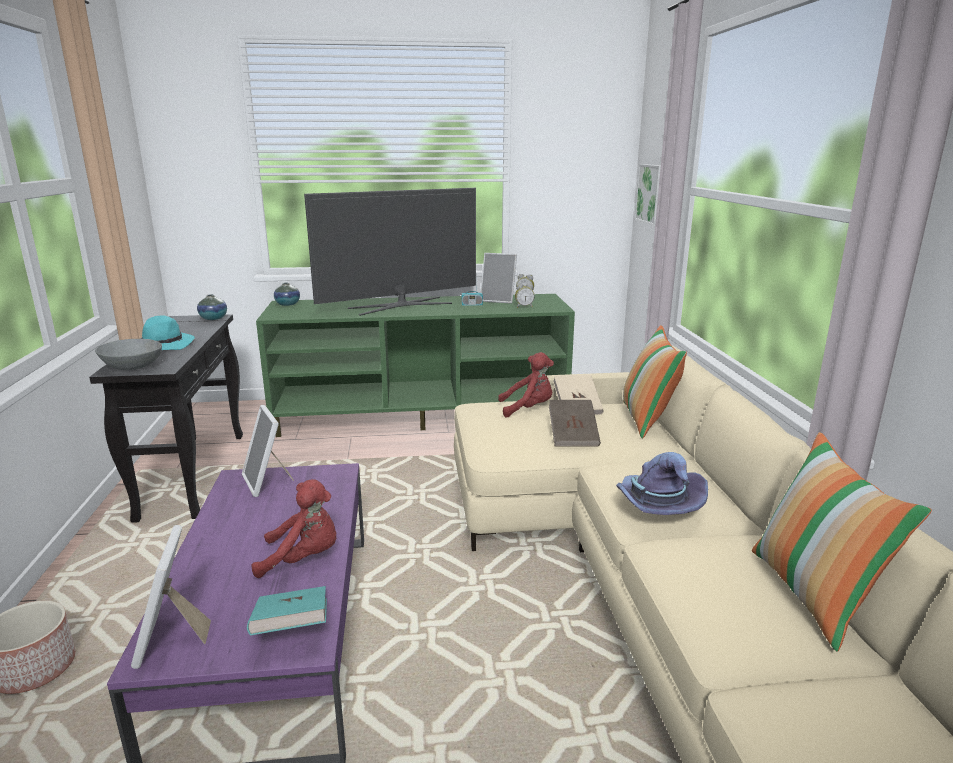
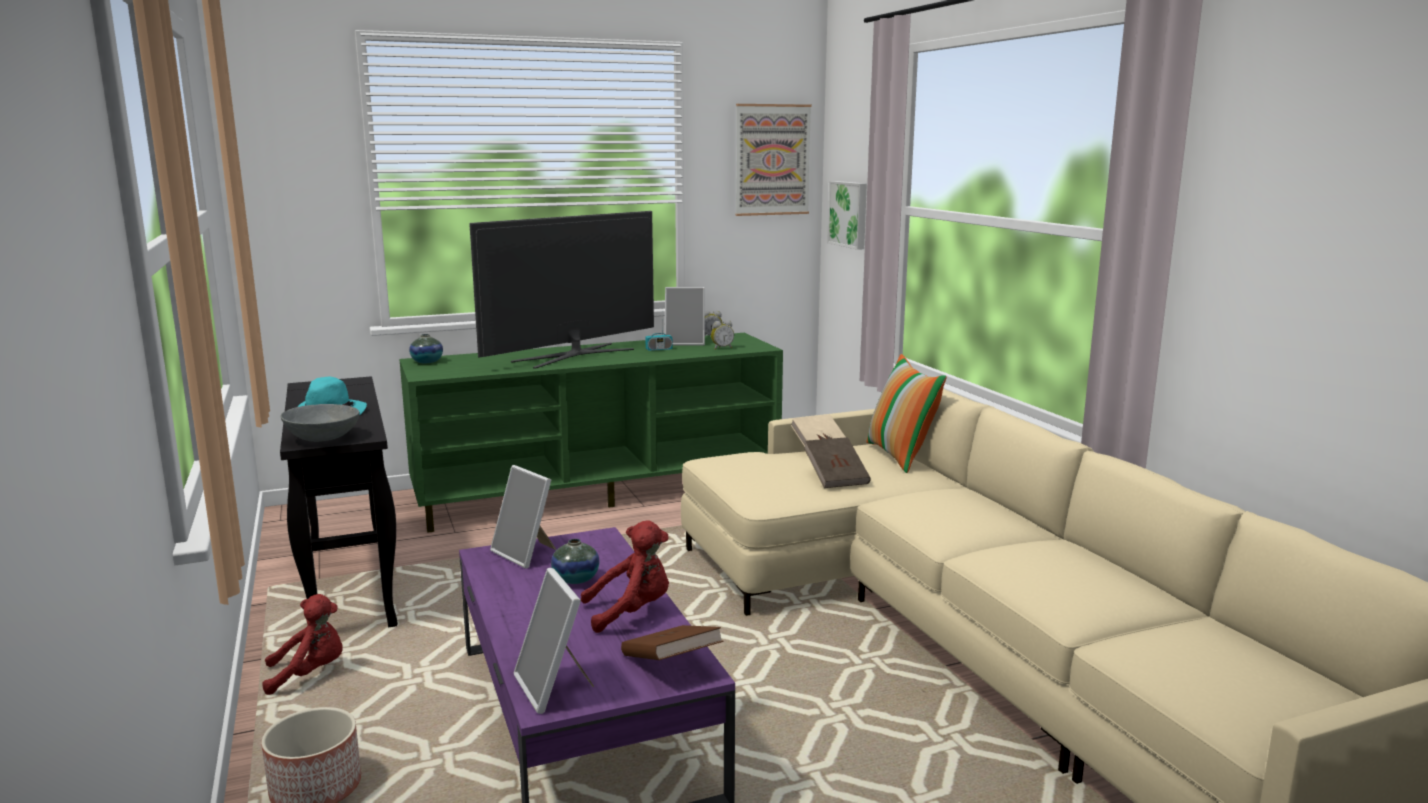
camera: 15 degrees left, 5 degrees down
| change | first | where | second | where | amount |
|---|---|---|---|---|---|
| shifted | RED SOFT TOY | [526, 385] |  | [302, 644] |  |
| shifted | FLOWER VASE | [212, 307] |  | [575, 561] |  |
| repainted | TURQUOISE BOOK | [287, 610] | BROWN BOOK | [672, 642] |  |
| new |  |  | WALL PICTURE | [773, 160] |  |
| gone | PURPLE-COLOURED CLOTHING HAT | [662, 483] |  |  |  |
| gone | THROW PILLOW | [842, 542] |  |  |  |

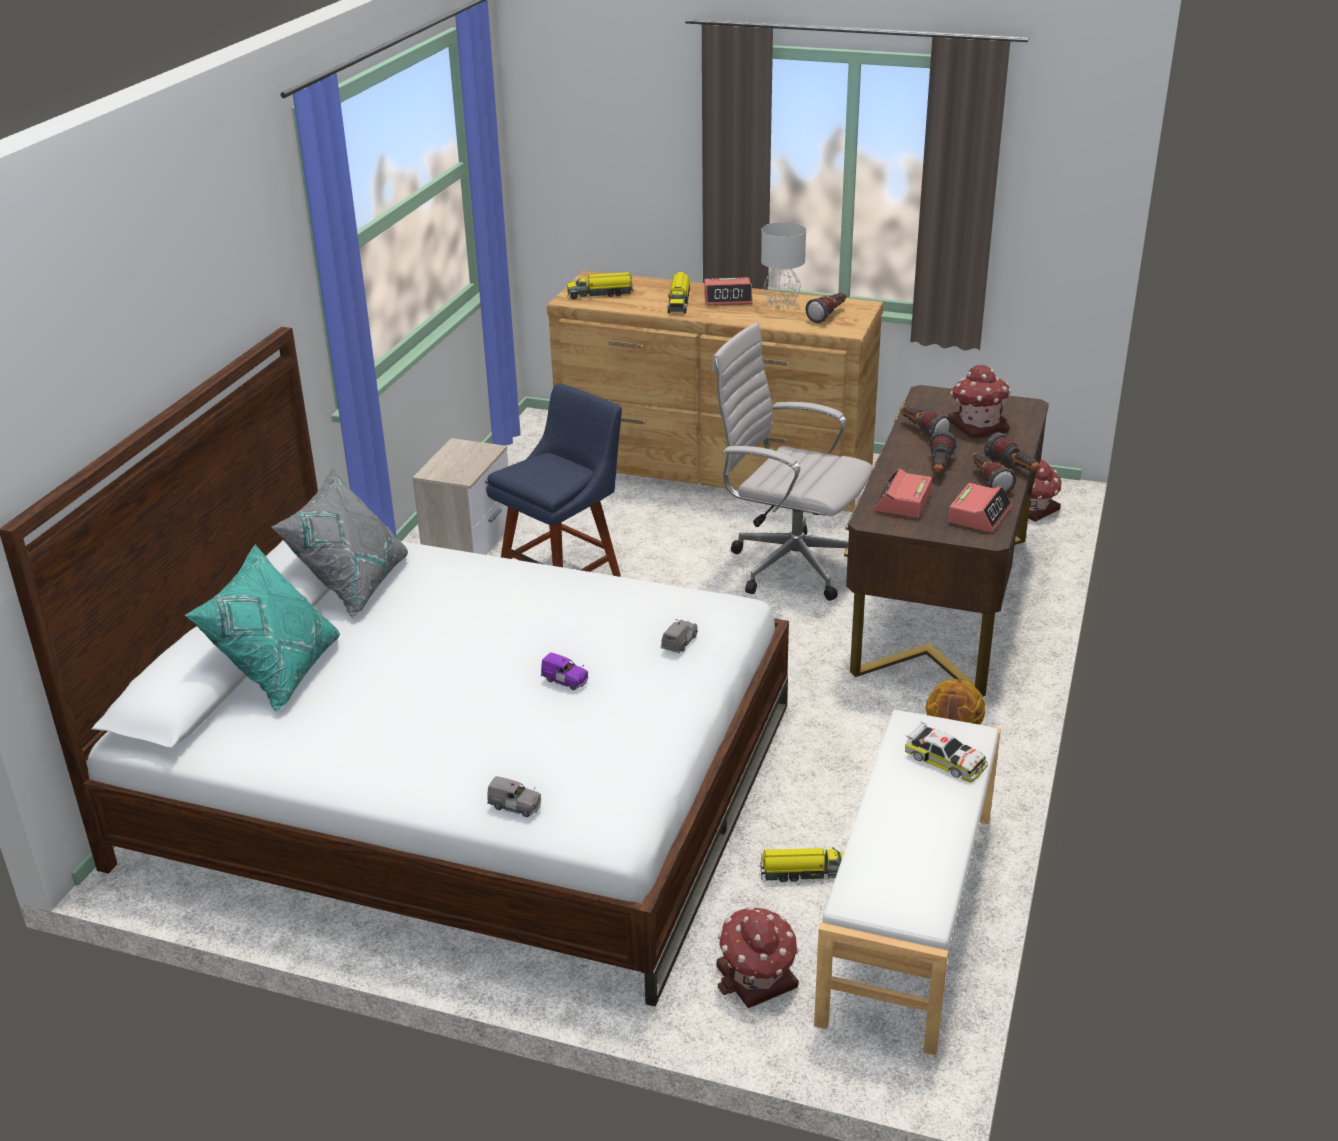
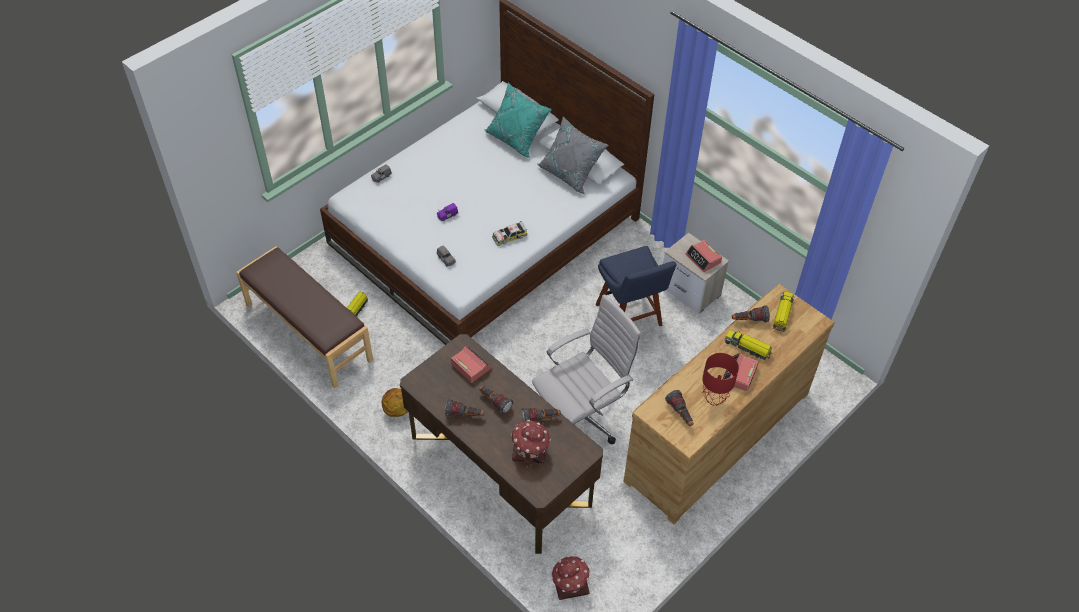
camera: 115 degrees right, 20 degrees up
| change | first | where | second | where | amount |
|---|---|---|---|---|---|
| repainted | WHITISH INDOOR BENCH | [907, 882] | BROWN INDOOR BENCH | [304, 317] |  |
| shifted | TOY CAR | [946, 752] |  | [509, 233] |  |
| shifted | ALARM CLOCK | [980, 508] |  | [704, 256] |  |
| repainted | GREY TABLE LAMP | [783, 265] | RED TABLE LAMP | [720, 379] |  |
| shifted | FLASHLIGHT | [1012, 451] |  | [751, 314] |  |
| gone | MINIATURE HOUSE | [757, 957] |  |  |  |

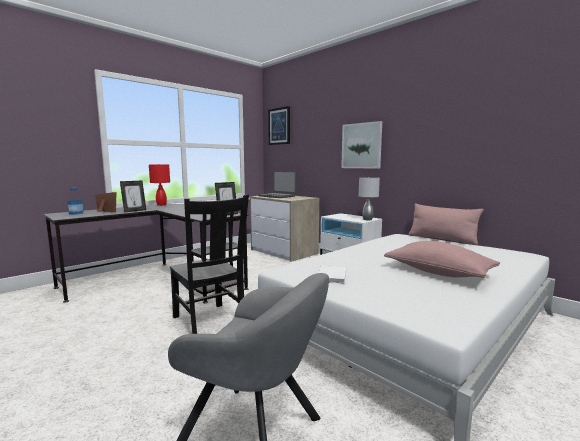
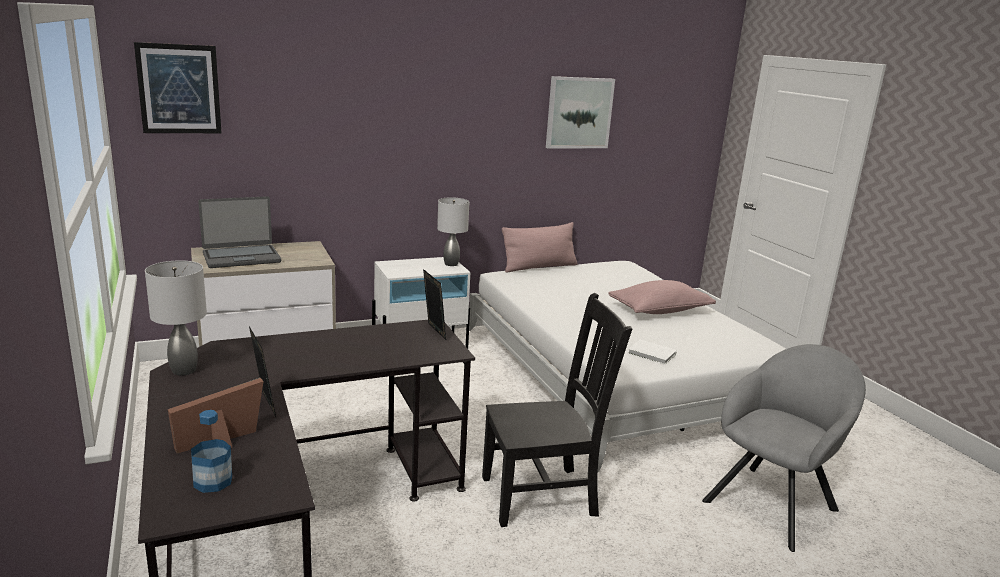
camera: 70 degrees left, 10 degrees up
| change | first | where | second | where | amount |
|---|---|---|---|---|---|
| repainted | RED TABLE LAMP | [159, 185] | GREY TABLE LAMP | [176, 318] |  |
| shifted | WALL PICTURE | [361, 145] |  | [580, 112] |  |

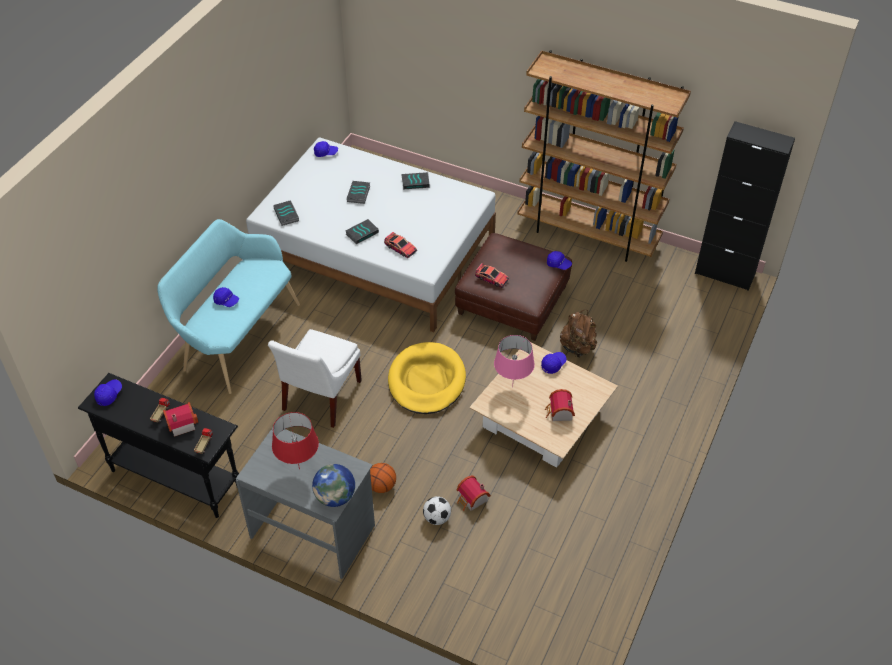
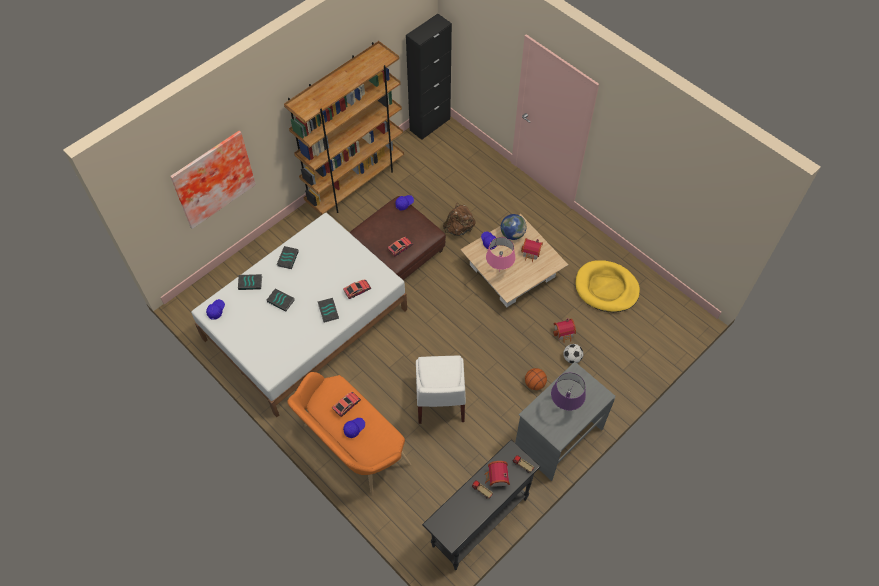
camera: 70 degrees left, 10 degrees up
| change | first | where | second | where | amount |
|---|---|---|---|---|---|
| new |  |  | WALL PICTURE | [213, 180] |  |
| shifted | BOOK | [286, 213] |  | [250, 282] |  |
| repainted | TURQUOISE INDOOR BENCH | [228, 306] | ORANGE INDOOR BENCH | [349, 433] |  |
| new |  |  | TOY CAR | [346, 404] |  |
| rotated | WHITISH UPRIGHT CHAIR | [315, 378] |  | [441, 390] | 45 degrees clockwise |
| shifted | GLOBE | [333, 485] |  | [513, 227] |  |
| repainted | RED TABLE LAMP | [295, 440] | PURPLE-COLOURED TABLE LAMP | [568, 392] |  |
| shifted | YELLOWISH DOG CUSHION | [427, 378] |  | [607, 286] |  |
| gone | BLUE PEAKED CAP | [108, 392] |  |  |  |

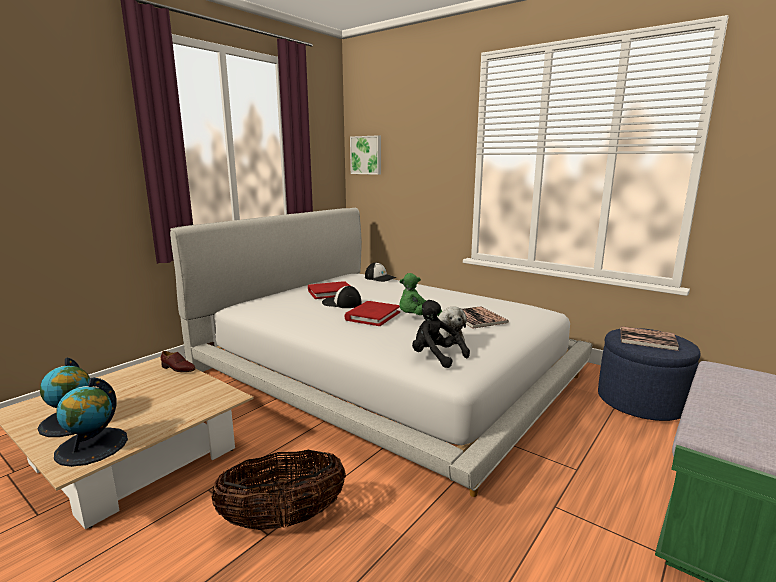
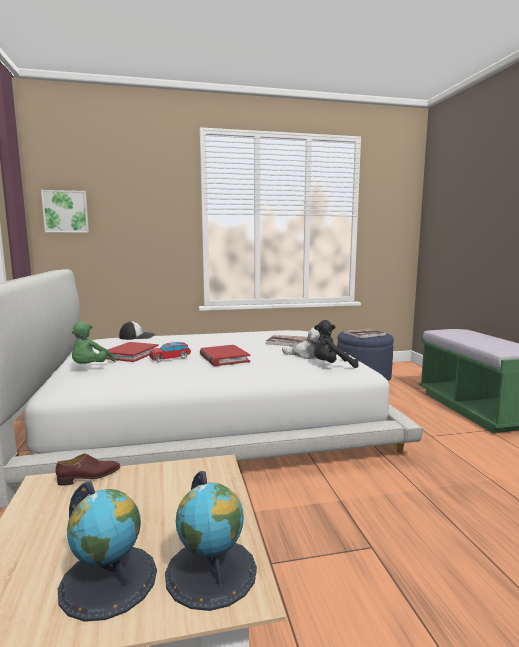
camera: 50 degrees left, 5 degrees down
| change | first | where | second | where | amount |
|---|---|---|---|---|---|
| shifted | GREEN SOFT TOY | [420, 294] |  | [94, 343] |  |
| swapped | PEAKED CAP | [342, 297] | TOY CAR | [170, 352] |  |
| gone | BASKET | [278, 490] |  |  |  |

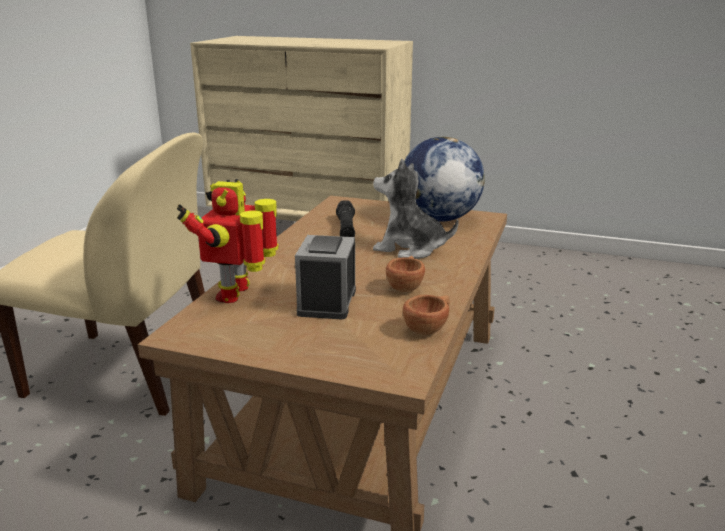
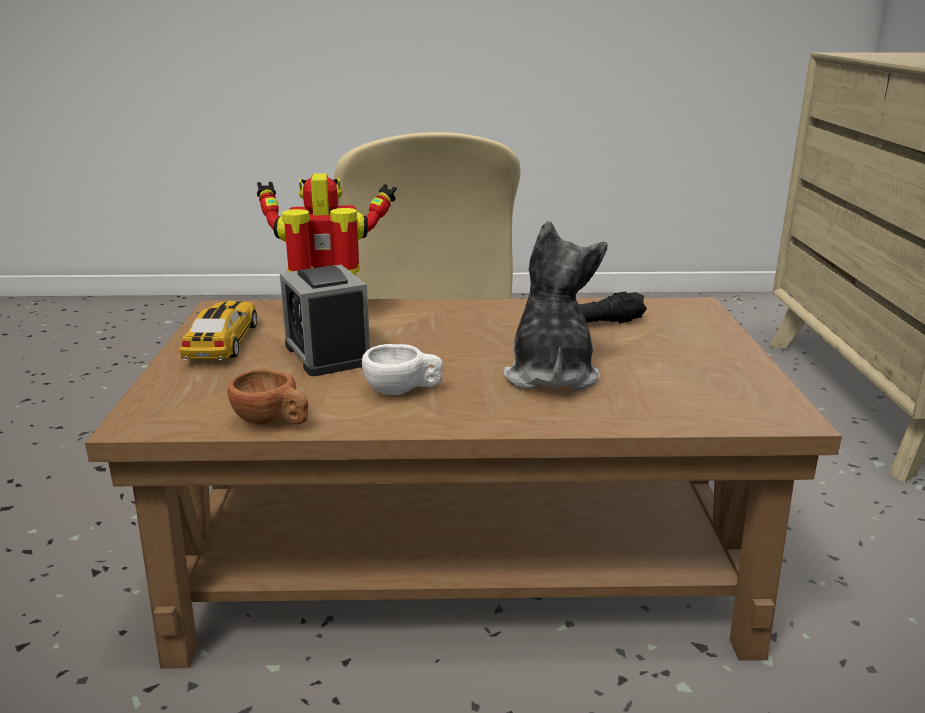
camera: 70 degrees right, 0 degrees up
| change | first | where | second | where | amount |
|---|---|---|---|---|---|
| new |  |  | TOY CAR | [218, 330] |  |
| rotated | ALARM CLOCK | [325, 277] |  | [325, 320] | 105 degrees counterclockwise |
| repainted | BROWN DRINKING CUP | [405, 274] | WHITISH DRINKING CUP | [402, 369] |  |
| gone | GLOBE | [444, 179] |  |  |  |

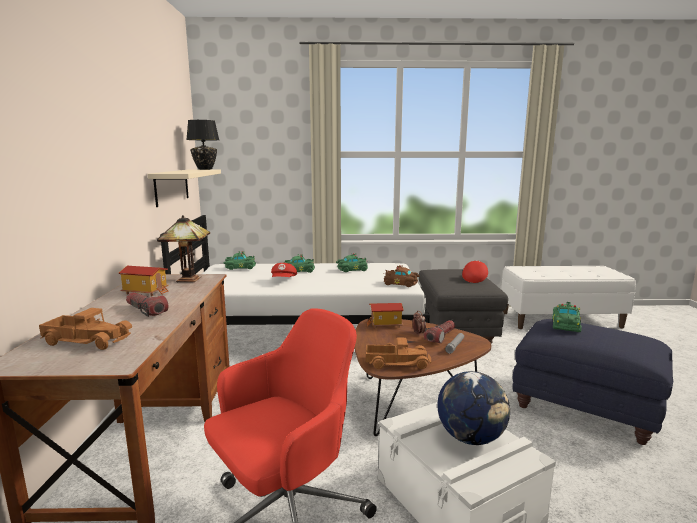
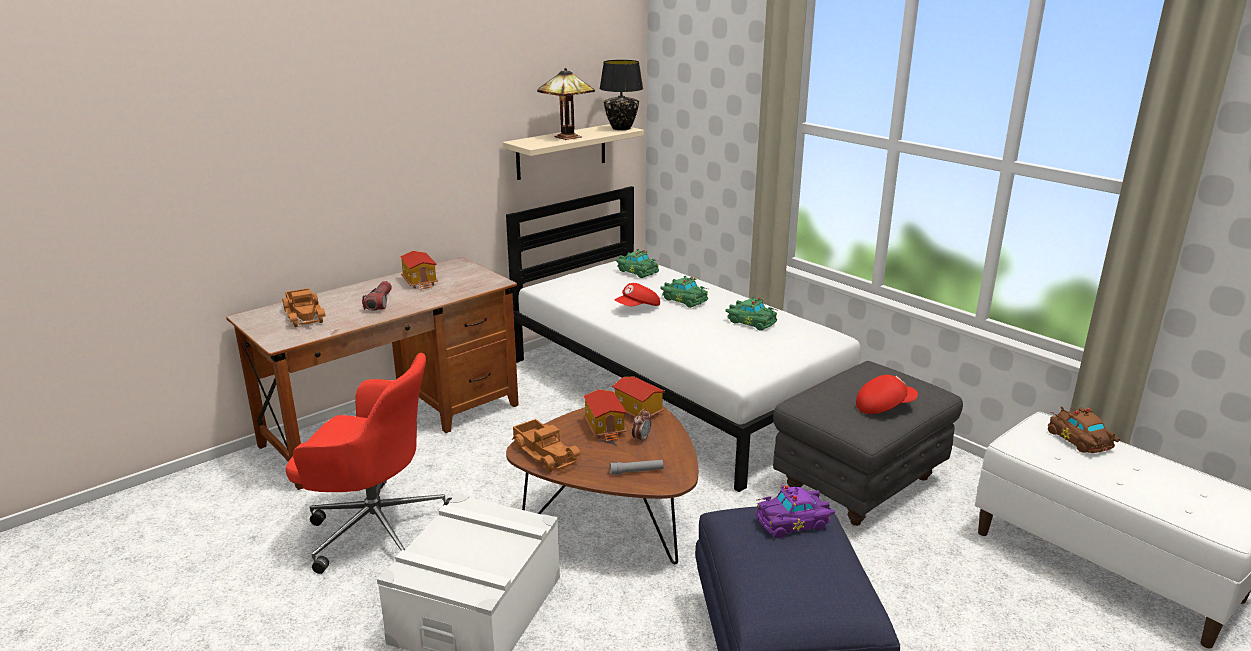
camera: 50 degrees right, 10 degrees up
| change | first | where | second | where | amount |
|---|---|---|---|---|---|
| shifted | TABLE LAMP | [183, 249] |  | [566, 104] |  |
| new |  |  | MINIATURE HOUSE | [605, 415] |  |
| repainted | GREEN TOY CAR | [567, 317] | PURPLE-COLOURED TOY CAR | [795, 511] |  |
| shifted | BROWN TOY CAR | [402, 276] |  | [1084, 429] |  |
| gone | FLASHLIGHT | [439, 331] |  |  |  |
| gone | GLOBE | [473, 408] |  |  |  |

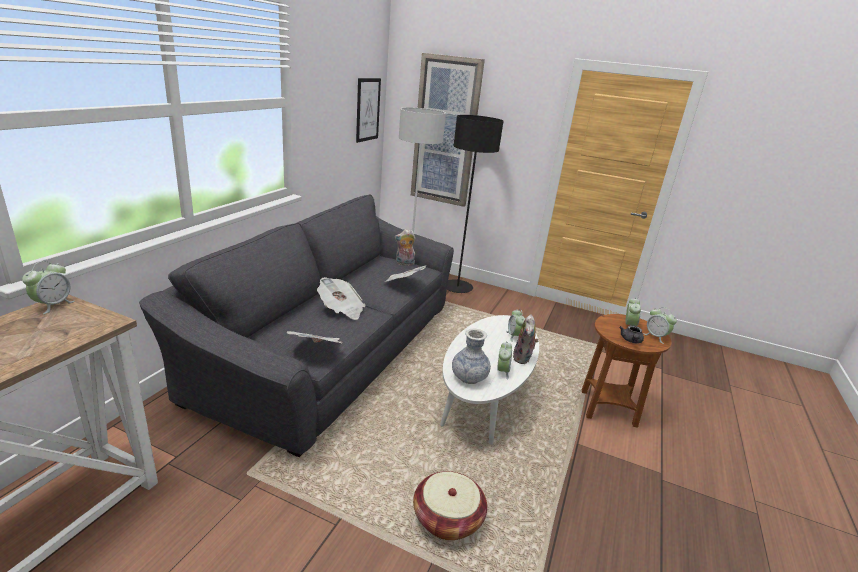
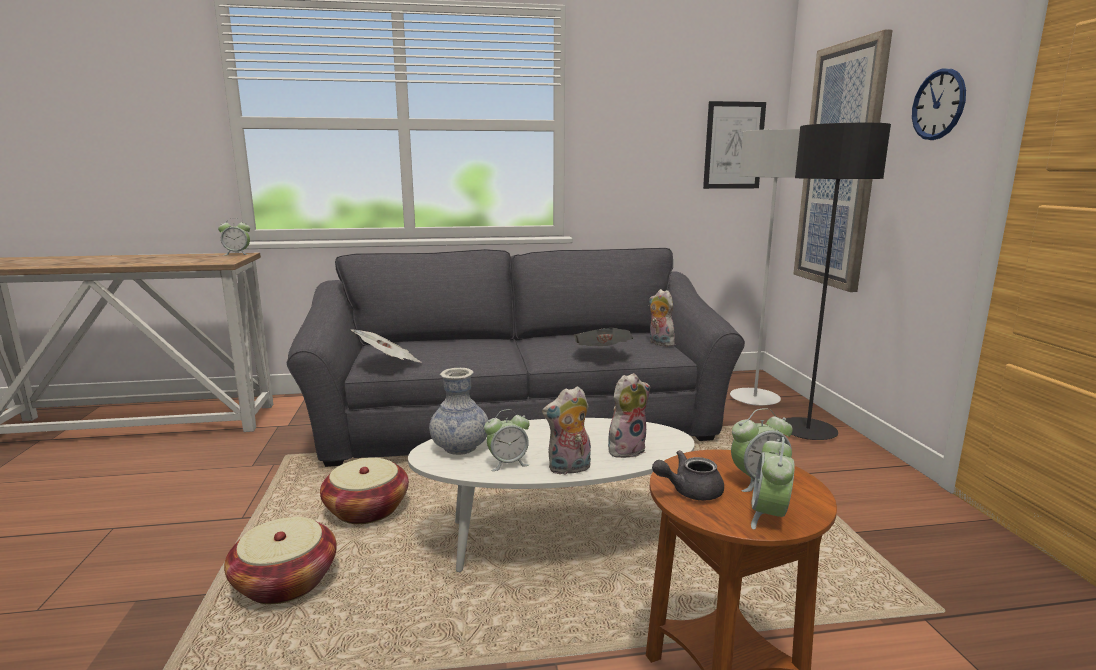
camera: 60 degrees right, 10 degrees down
| change | first | where | second | where | amount |
|---|---|---|---|---|---|
| new |  |  | BASKET | [364, 491] |  |
| swapped | ALARM CLOCK | [515, 325] | SOFT TOY | [629, 415] |  |
| new |  |  | WALL CLOCK | [939, 104] |  |
| gone | NEWSPAPER | [341, 298] |  |  |  |

